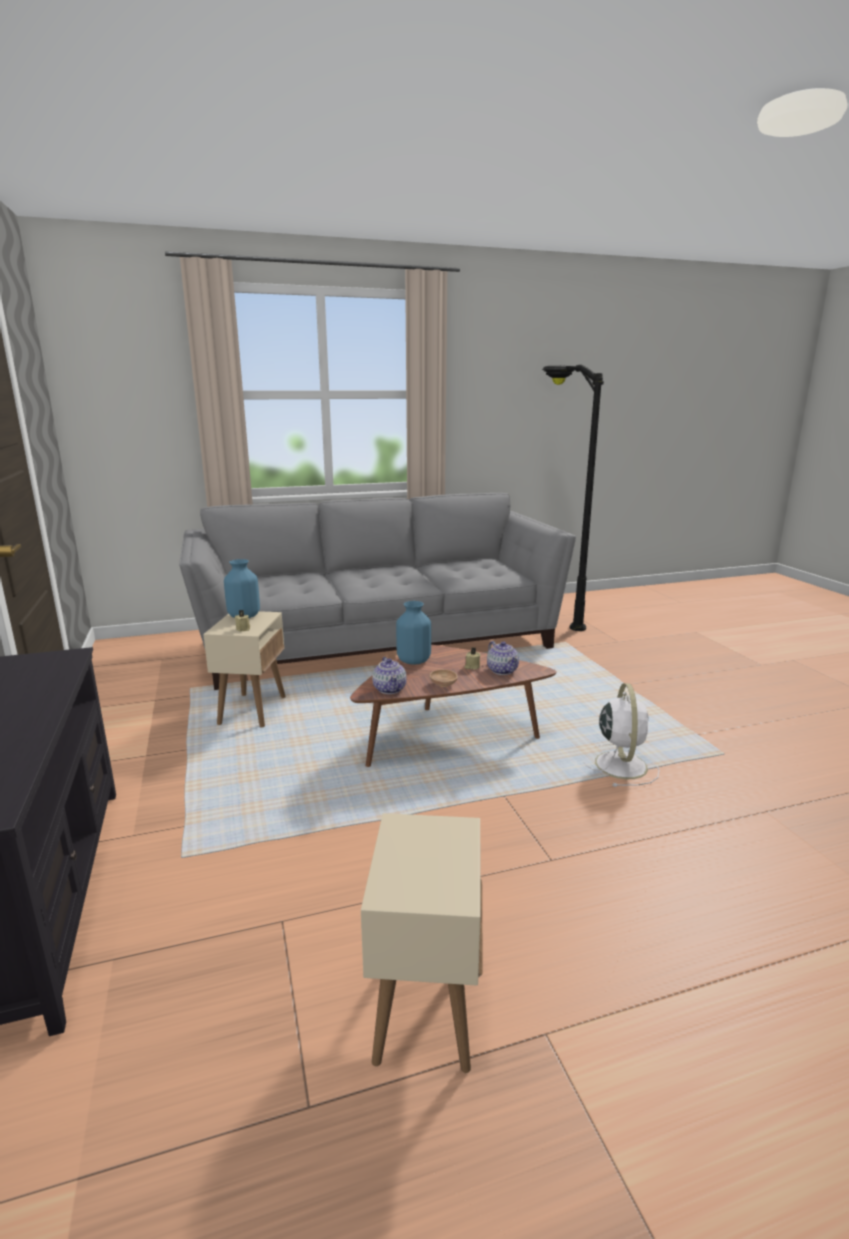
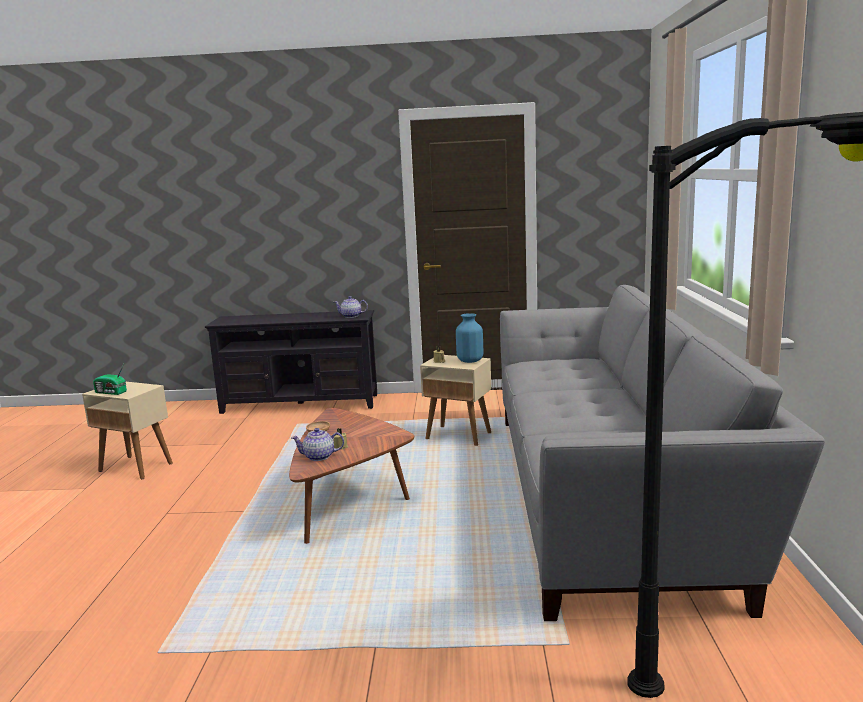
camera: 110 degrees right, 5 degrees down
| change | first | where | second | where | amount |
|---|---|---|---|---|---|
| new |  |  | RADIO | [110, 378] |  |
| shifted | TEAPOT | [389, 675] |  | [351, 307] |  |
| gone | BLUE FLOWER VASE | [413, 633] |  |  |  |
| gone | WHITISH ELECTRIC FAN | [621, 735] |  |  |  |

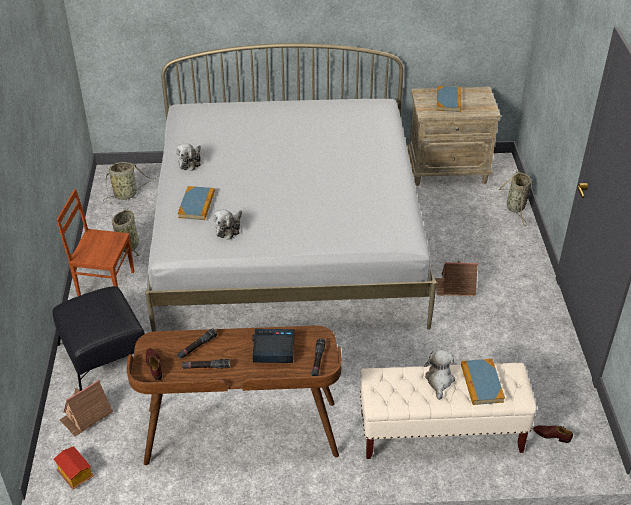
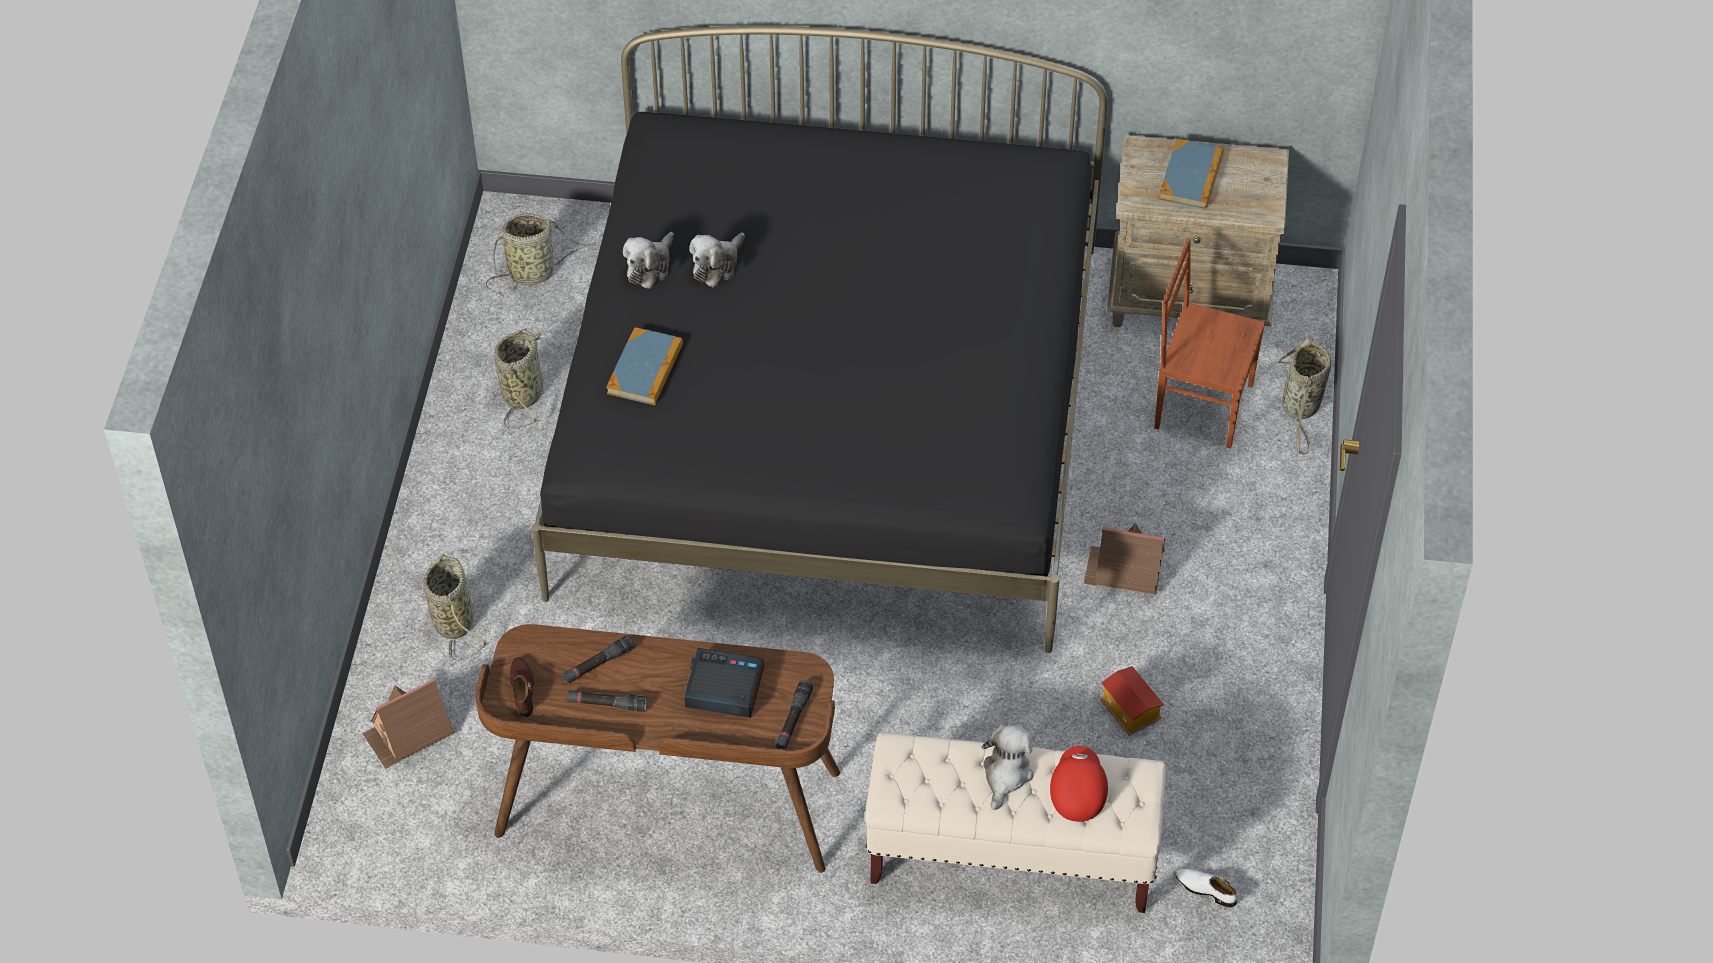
camera: 10 degrees right, 10 degrees up
| change | first | where | second | where | amount |
|---|---|---|---|---|---|
| swapped | BLACK-COLOURED FOOTREST | [99, 338] | BASKET | [456, 607] |  |
| repainted | WHITISH SLEEPING BED | [291, 187] | BLACK-COLOURED SLEEPING BED | [820, 339] |  |
| shifted | SOFT TOY | [227, 224] |  | [717, 259] |  |
| swapped | BOOK | [483, 382] | RED PEAKED CAP | [1079, 784] |  |
| shifted | MINIATURE HOUSE | [74, 467] |  | [1131, 701] |  |
| shifted | BROWN UPRIGHT CHAIR | [95, 242] |  | [1209, 343] |  |
| repainted | BROWN ITEM OF FOOTWEAR | [553, 434] | WHITISH ITEM OF FOOTWEAR | [1207, 888] |  |

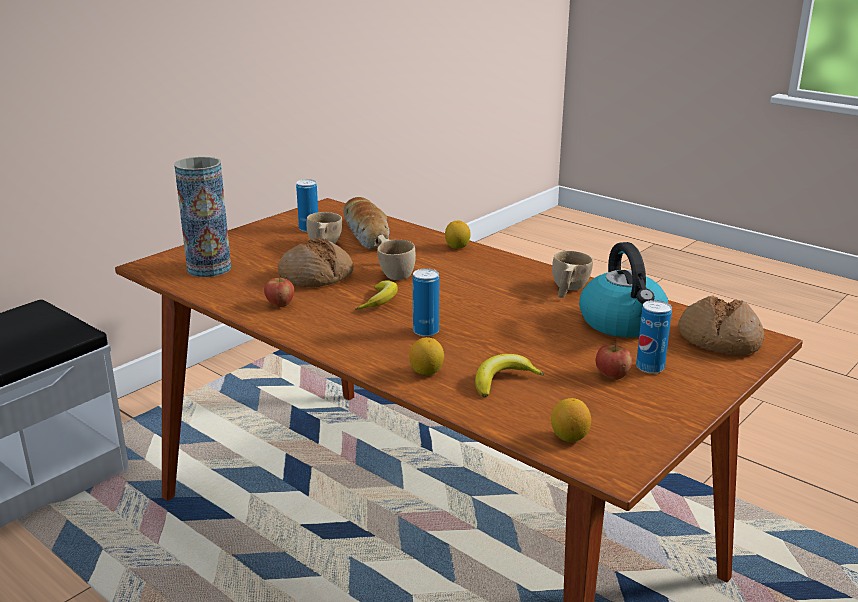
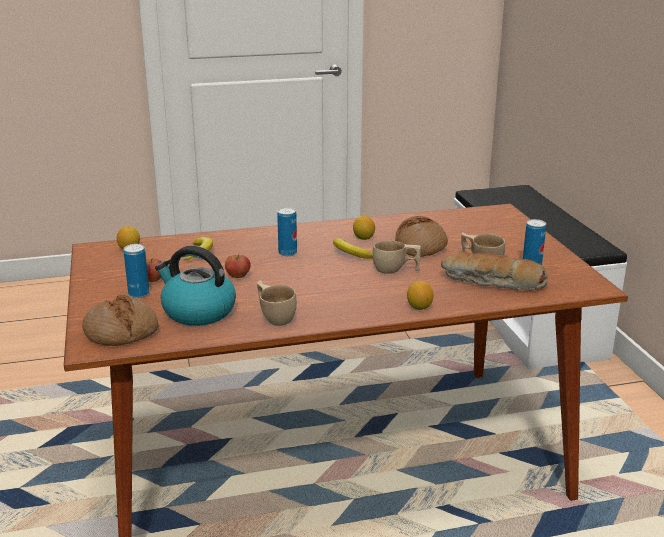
camera: 125 degrees right, 0 degrees up
| change | first | where | second | where | amount |
|---|---|---|---|---|---|
| shifted | APPLE | [279, 290] |  | [238, 266] |  |
| shifted | LEMON | [426, 356] |  | [364, 228] |  |
| gone | FLOWER VASE | [203, 217] |  |  |  |

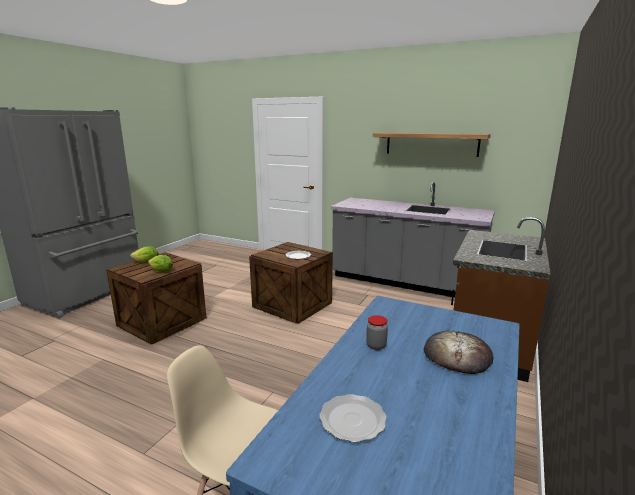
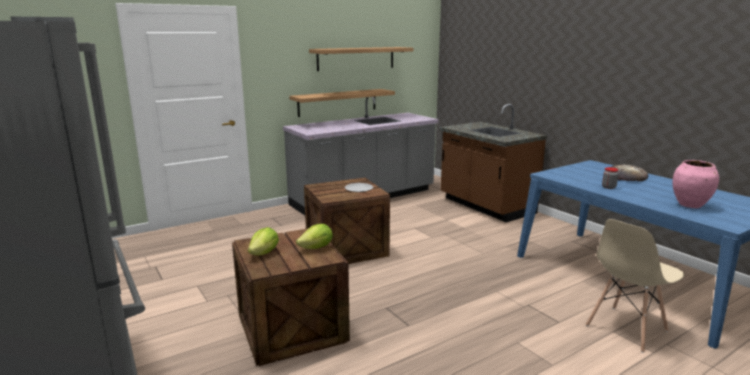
camera: 60 degrees left, 0 degrees up
| change | first | where | second | where | amount |
|---|---|---|---|---|---|
| new |  |  | WALL SHELF | [342, 103] |  |
| swapped | FLAT DISH | [353, 418] | PINK FLOWER VASE | [696, 184] |  |

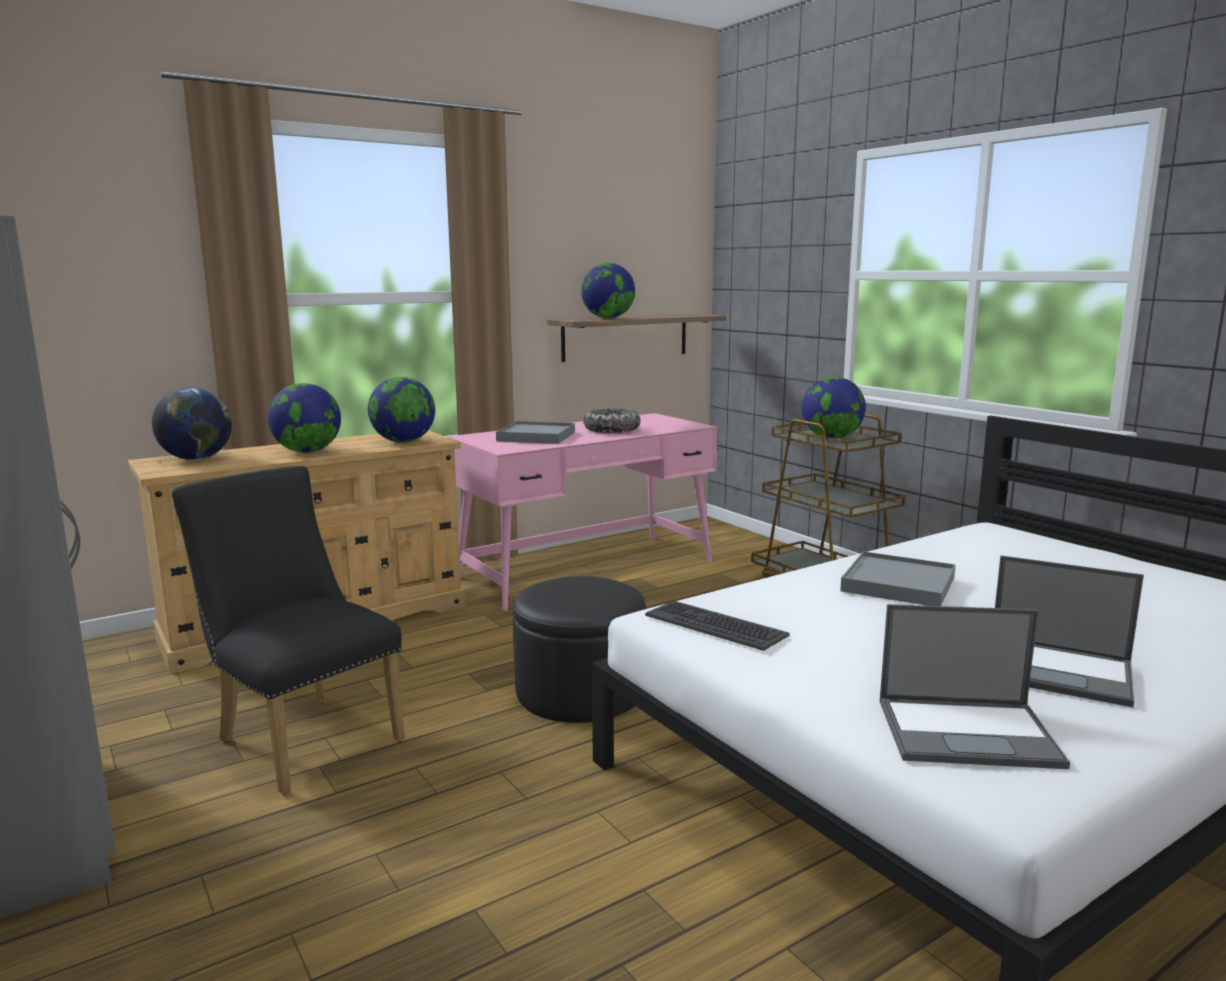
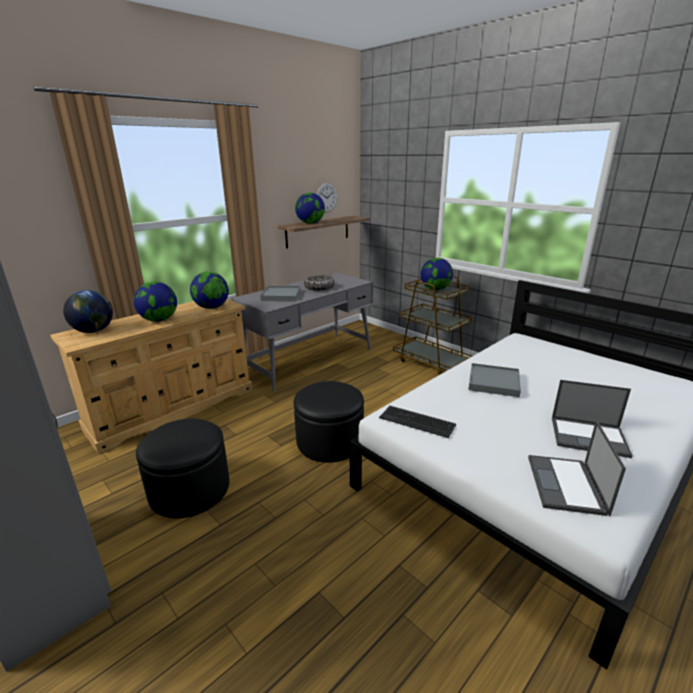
camera: 10 degrees left, 10 degrees up
| change | first | where | second | where | amount |
|---|---|---|---|---|---|
| swapped | BLACK-COLOURED UPRIGHT CHAIR | [288, 630] | BLACK-COLOURED FOOTREST | [182, 468] |  |
| repainted | PINK DESK | [582, 512] | GREY DESK | [302, 331] |  |
| new |  |  | WALL CLOCK | [327, 197] |  |
| rotated | PORTABLE COMPUTER | [975, 686] |  | [577, 468] | 105 degrees clockwise |

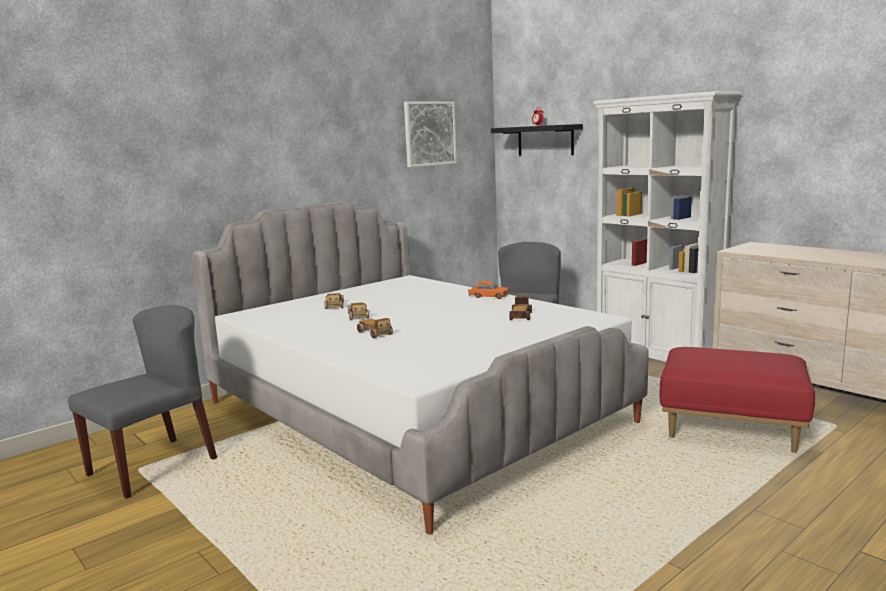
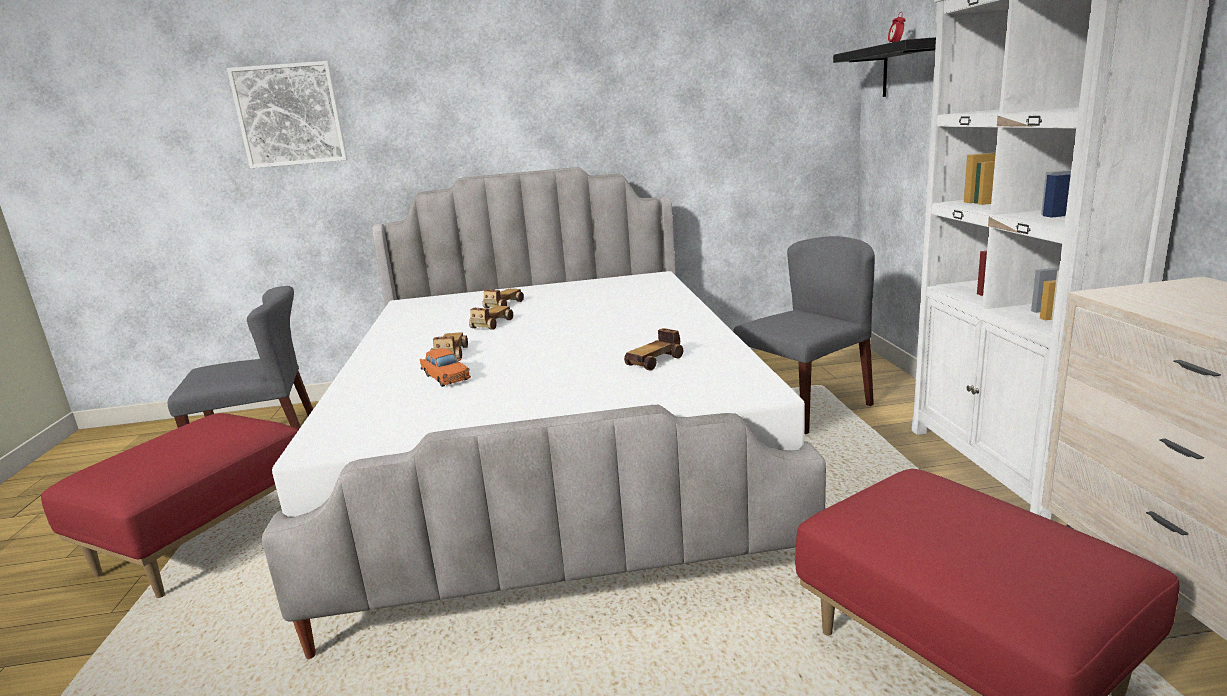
camera: 35 degrees right, 5 degrees up
| change | first | where | second | where | amount |
|---|---|---|---|---|---|
| new |  |  | RED FOOTREST | [169, 505] |  |
| shifted | WALL PICTURE | [430, 134] |  | [287, 114] |  |
| shifted | ORANGE TOY CAR | [488, 290] |  | [445, 367] |  |

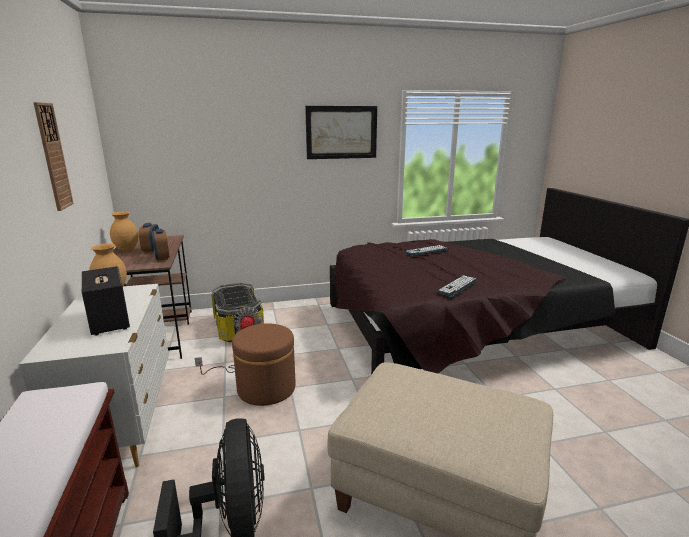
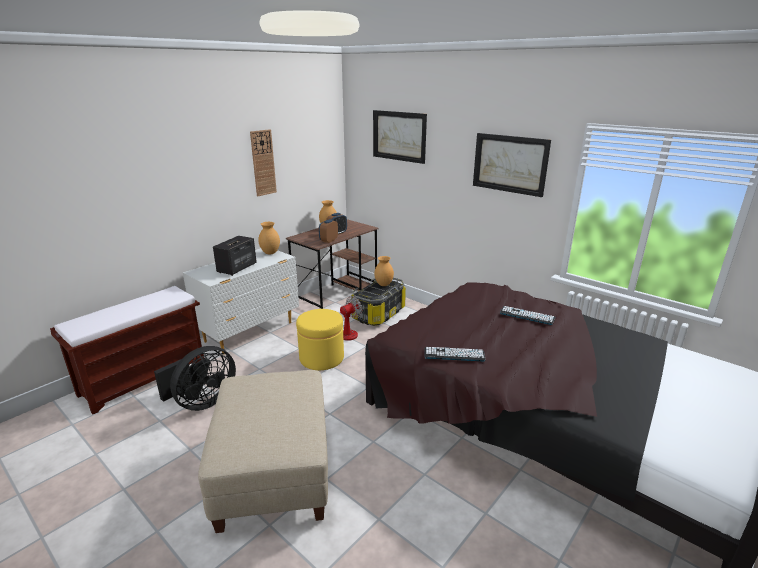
camera: 55 degrees right, 5 degrees up
| change | first | where | second | where | amount |
|---|---|---|---|---|---|
| repainted | BROWN FOOTREST | [264, 364] | YELLOWISH FOOTREST | [320, 339] |  |
| new |  |  | WALL PICTURE | [400, 137] |  |
| new |  |  | BROWN FLOWER VASE | [384, 271] |  |

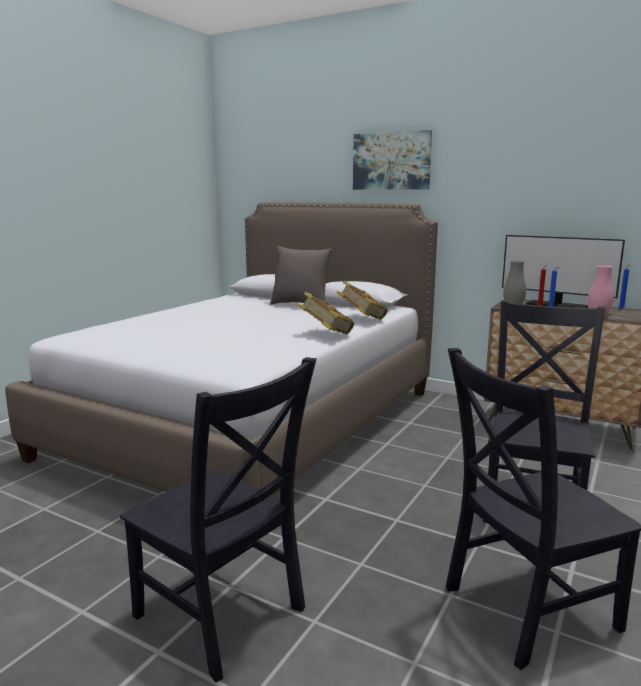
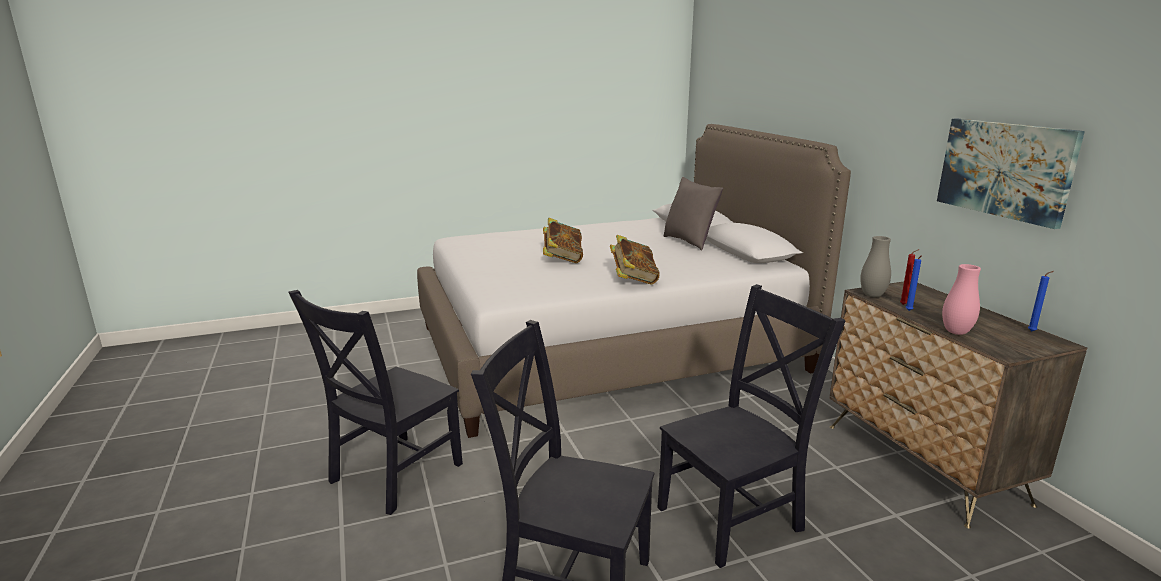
camera: 40 degrees right, 5 degrees up
| change | first | where | second | where | amount |
|---|---|---|---|---|---|
| rotated | BLACK-COLOURED UPRIGHT CHAIR | [218, 520] |  | [376, 402] | 45 degrees clockwise |
| shifted | BOOK | [362, 300] |  | [563, 240] |  |
| shifted | WALL PICTURE | [392, 160] |  | [1011, 174] |  |
| gone | COMPUTER SCREEN | [563, 271] |  |  |  |

